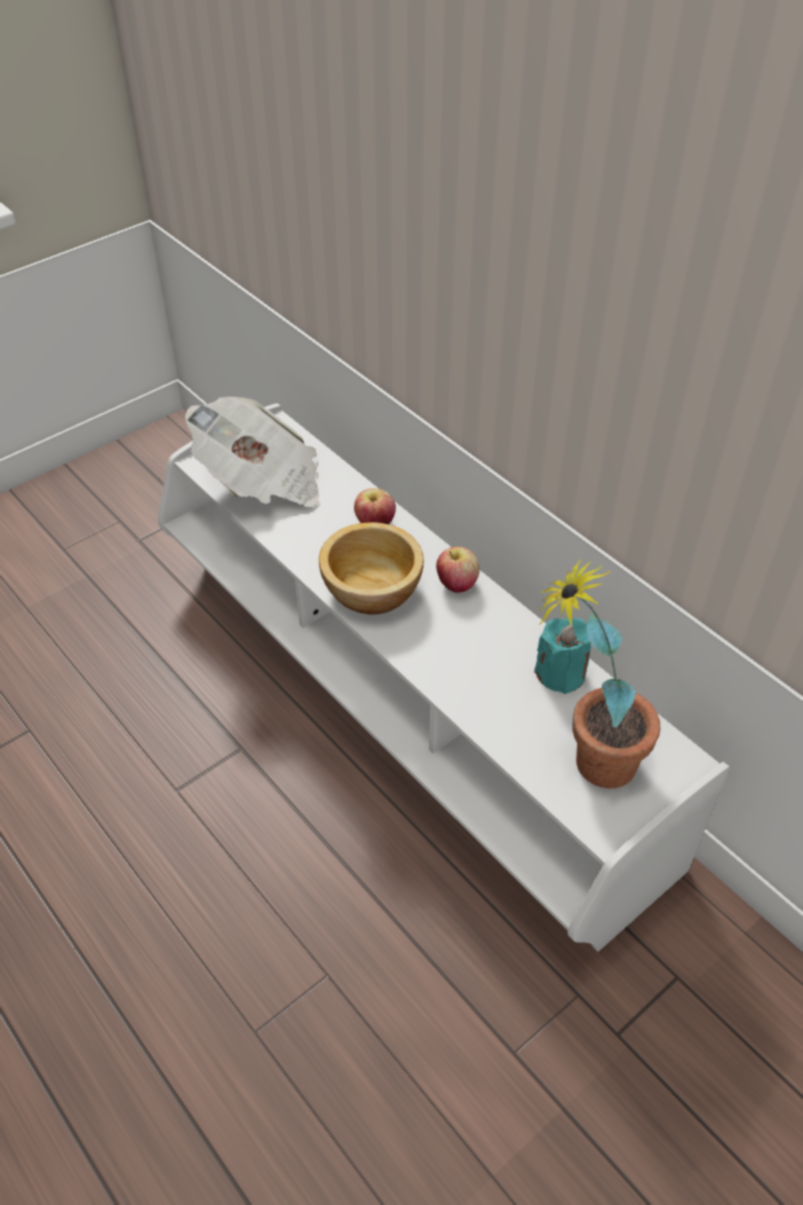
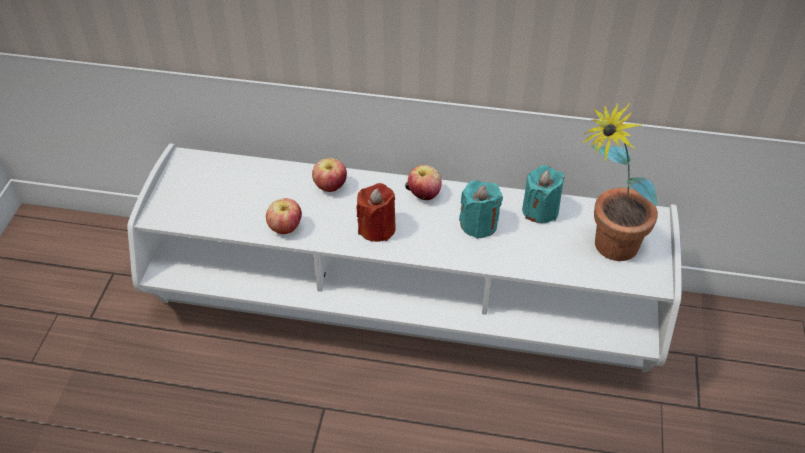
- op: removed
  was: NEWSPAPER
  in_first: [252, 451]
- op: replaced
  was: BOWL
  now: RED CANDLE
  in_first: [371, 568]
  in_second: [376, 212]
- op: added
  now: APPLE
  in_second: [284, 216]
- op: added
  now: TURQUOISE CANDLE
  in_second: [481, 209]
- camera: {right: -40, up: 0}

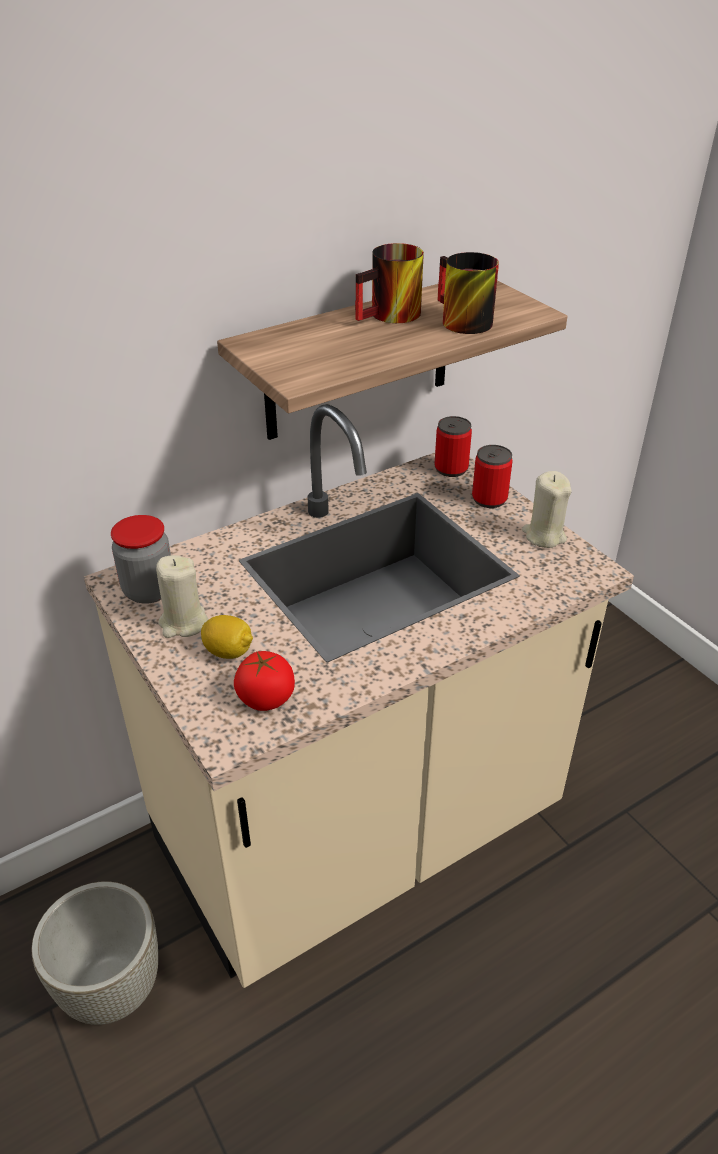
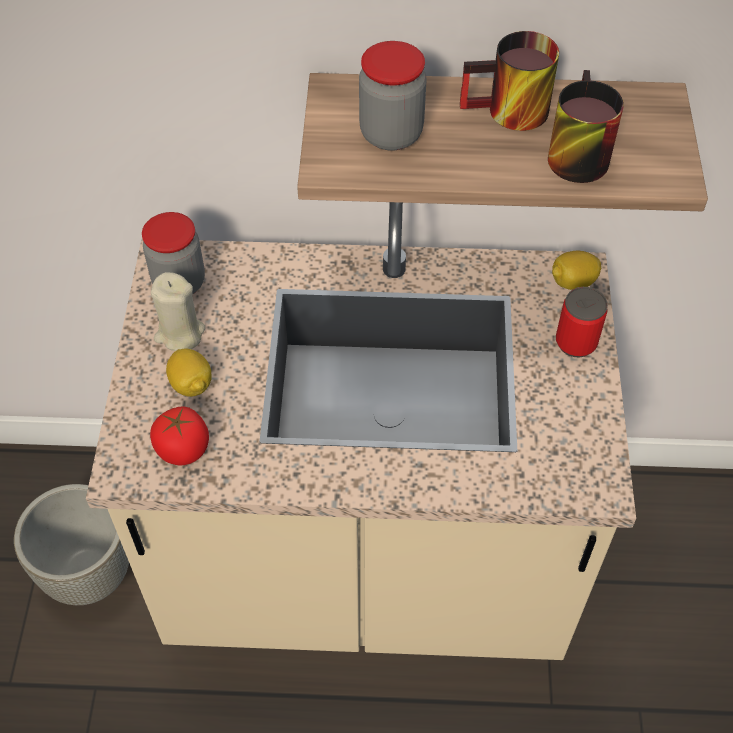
- op: replaced
  was: CAN
  now: LEMON
  in_first: [453, 446]
  in_second: [576, 270]
- op: removed
  was: BEIGE CANDLE
  in_first: [546, 509]
- op: added
  now: JAR
  in_second: [393, 96]
- camera: {right: 35, up: 15}

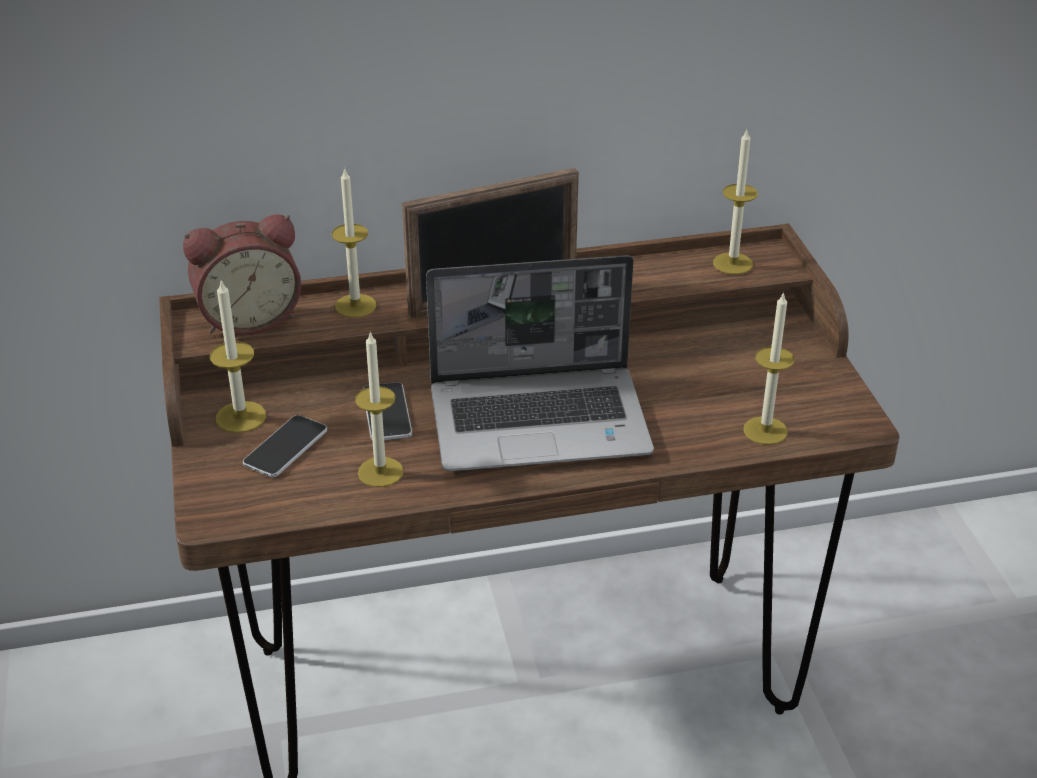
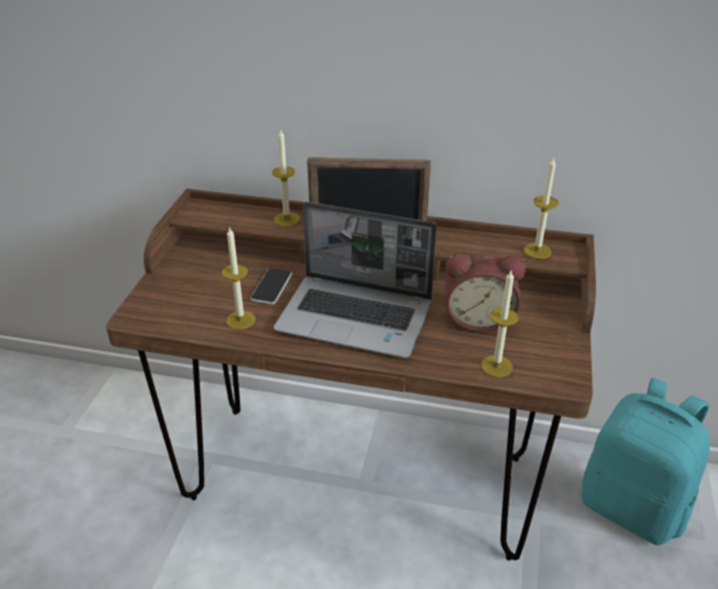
- op: moved
  was: ALARM CLOCK
  in_first: [242, 274]
  in_second: [485, 292]
- op: removed
  was: CANDLE
  in_first: [238, 356]
- op: removed
  was: PHONE
  in_first: [285, 446]
- op: added
  now: TURQUOISE BACKPACK
  in_second: [646, 461]
- camera: {right: 25, up: 0}

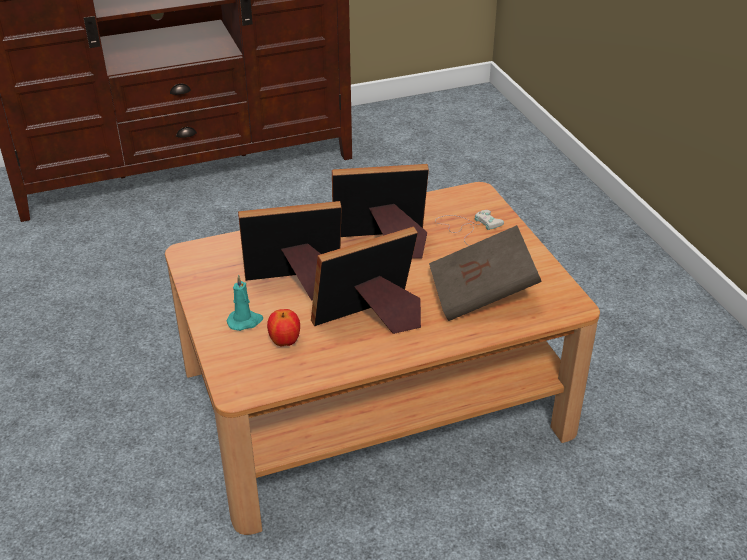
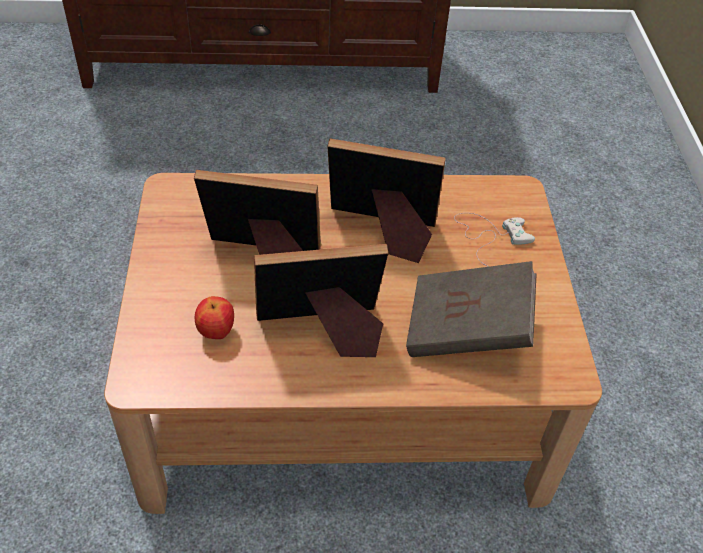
- op: removed
  was: TURQUOISE CANDLE
  in_first: [245, 303]
- camera: {right: 15, up: 10}

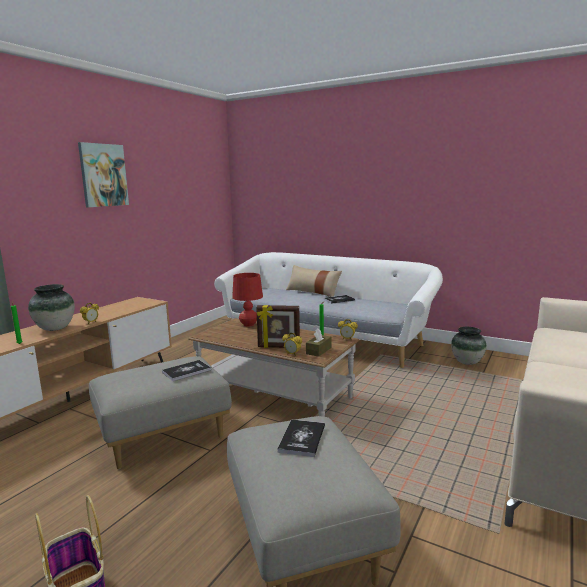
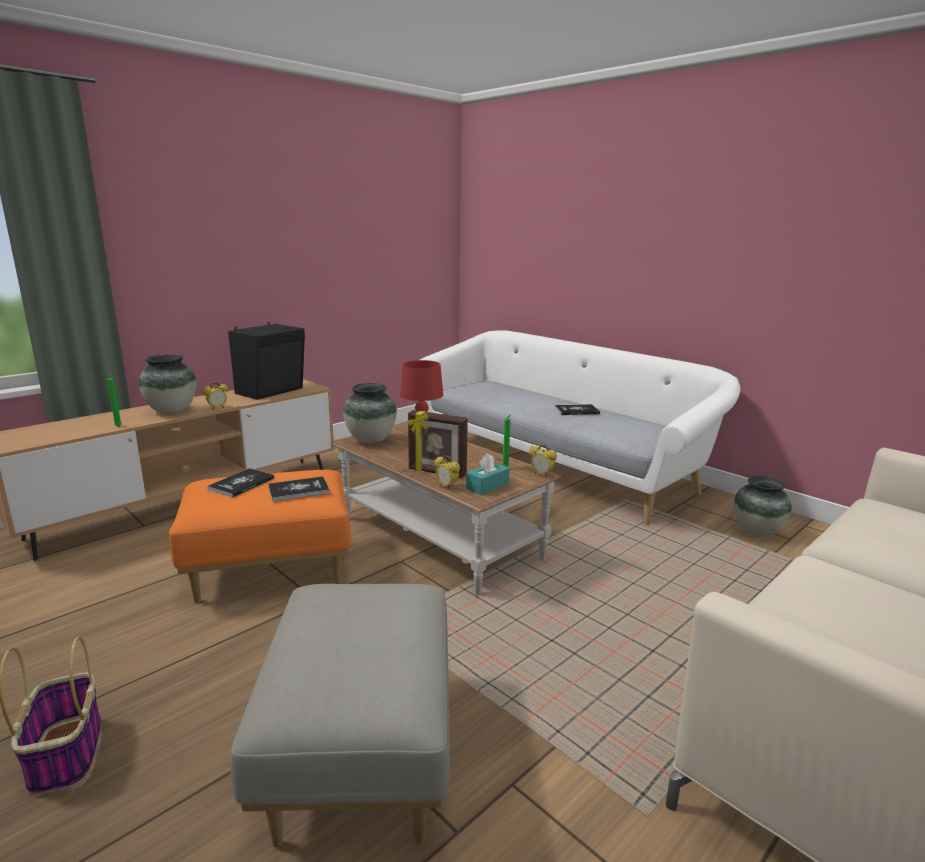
- op: removed
  was: PICTURE
  in_first: [103, 174]
- op: recoloured
  was: GREY OTTOMAN
  now: ORANGE OTTOMAN
  in_first: [160, 412]
  in_second: [260, 536]
- op: moved
  was: BOOK
  in_first: [301, 438]
  in_second: [240, 483]
- op: removed
  was: BEIGE PILLOW
  in_first: [314, 281]
- op: recoloured
  was: BROWN TISSUE BOX
  now: TURQUOISE TISSUE BOX
  in_first: [318, 342]
  in_second: [487, 474]
- op: added
  now: BLACK SPEAKER
  in_second: [266, 361]
- op: added
  now: VASE
  in_second: [370, 413]
- camera: {right: 15, up: 5}

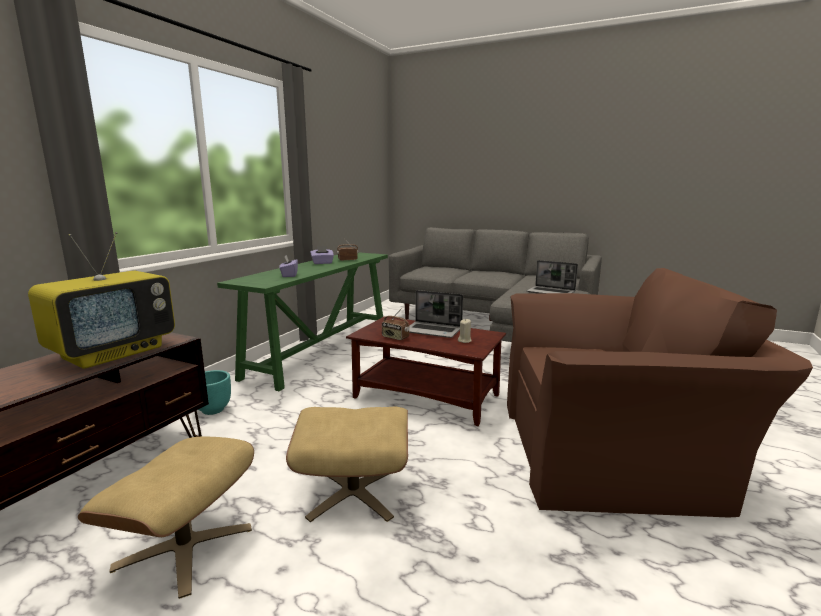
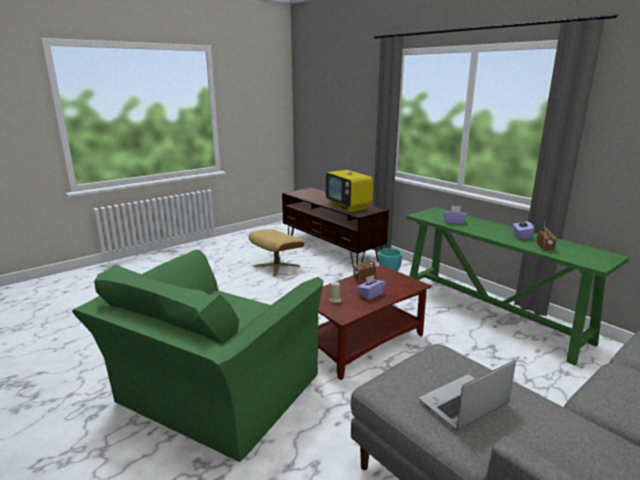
- op: removed
  was: BEIGE OTTOMAN
  in_first: [347, 464]
- op: replaced
  was: LAPTOP
  now: PURPLE TISSUE BOX
  in_first: [436, 314]
  in_second: [371, 287]
- op: recoloured
  was: BROWN ARMCHAIR
  now: GREEN ARMCHAIR
  in_first: [660, 392]
  in_second: [198, 356]
- camera: {right: 115, up: 5}

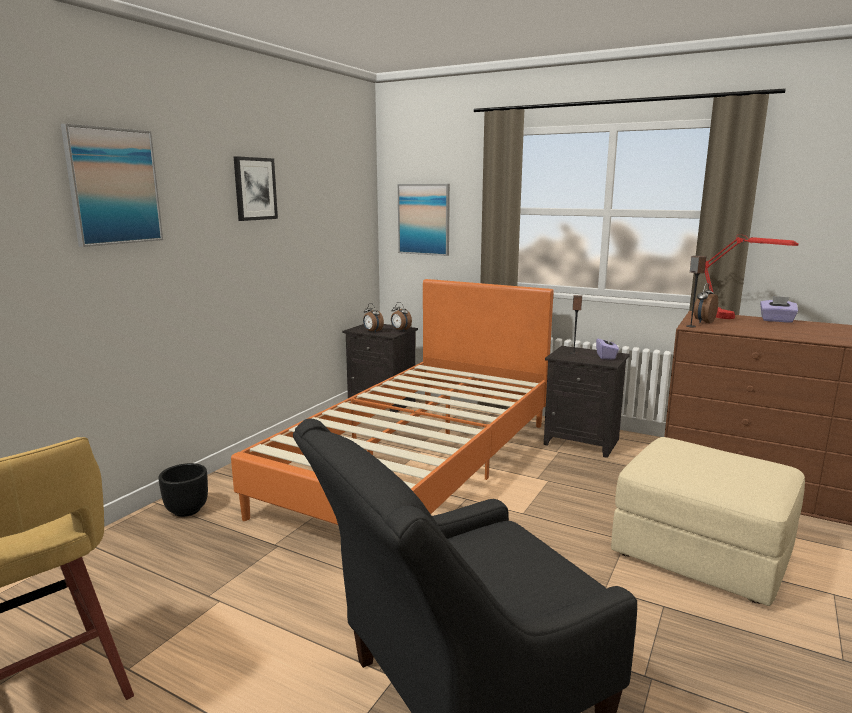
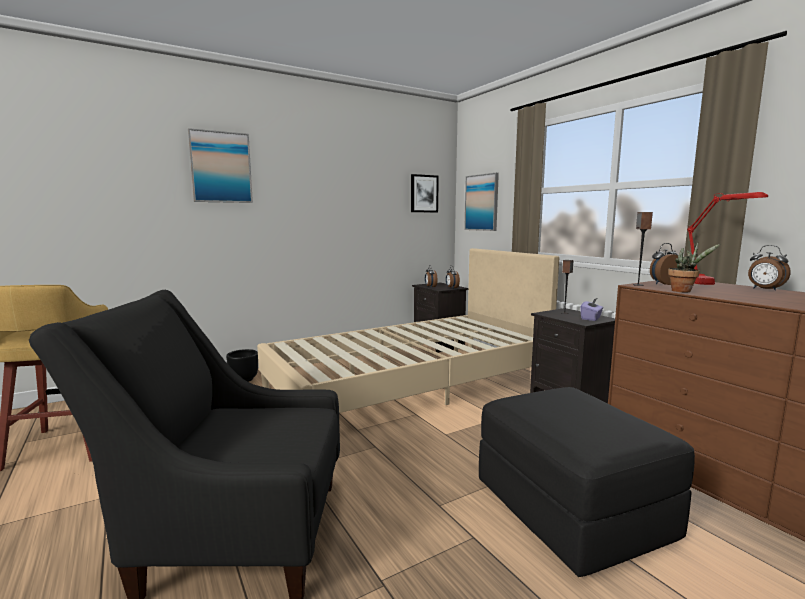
- op: recoloured
  was: ORANGE BED
  now: BEIGE BED
  in_first: [392, 402]
  in_second: [408, 330]
- op: moved
  was: PICTURE
  in_first: [256, 188]
  in_second: [425, 193]
- op: recoloured
  was: BEIGE OTTOMAN
  now: BLACK OTTOMAN
  in_first: [708, 521]
  in_second: [587, 482]
- op: replaced
  was: PURPLE TISSUE BOX
  now: ALARM CLOCK
  in_first: [779, 309]
  in_second: [769, 268]
- op: added
  now: POTTED PLANT
  in_second: [694, 267]
- camera: {right: 30, up: -5}

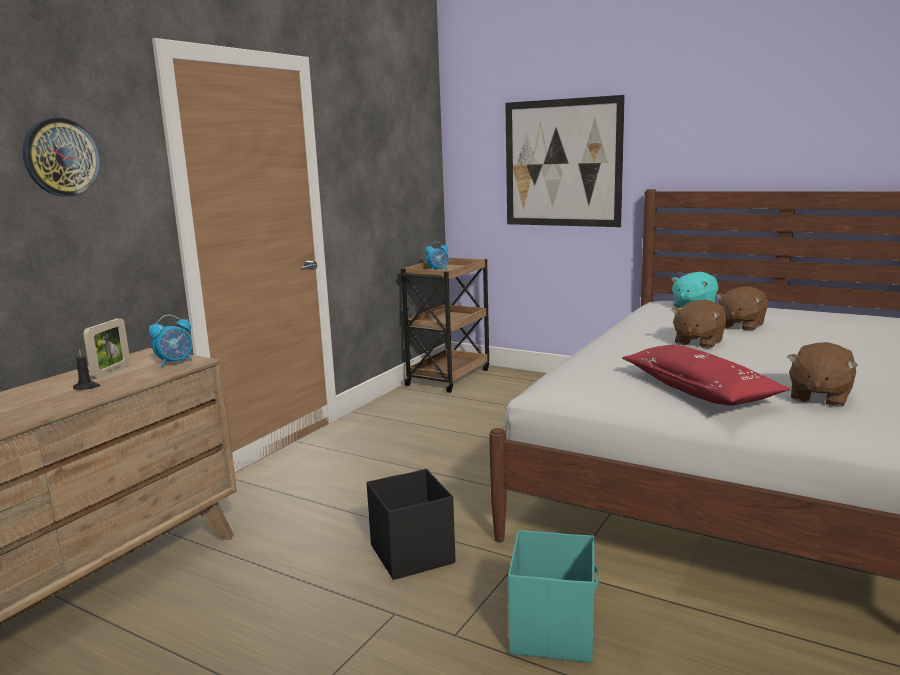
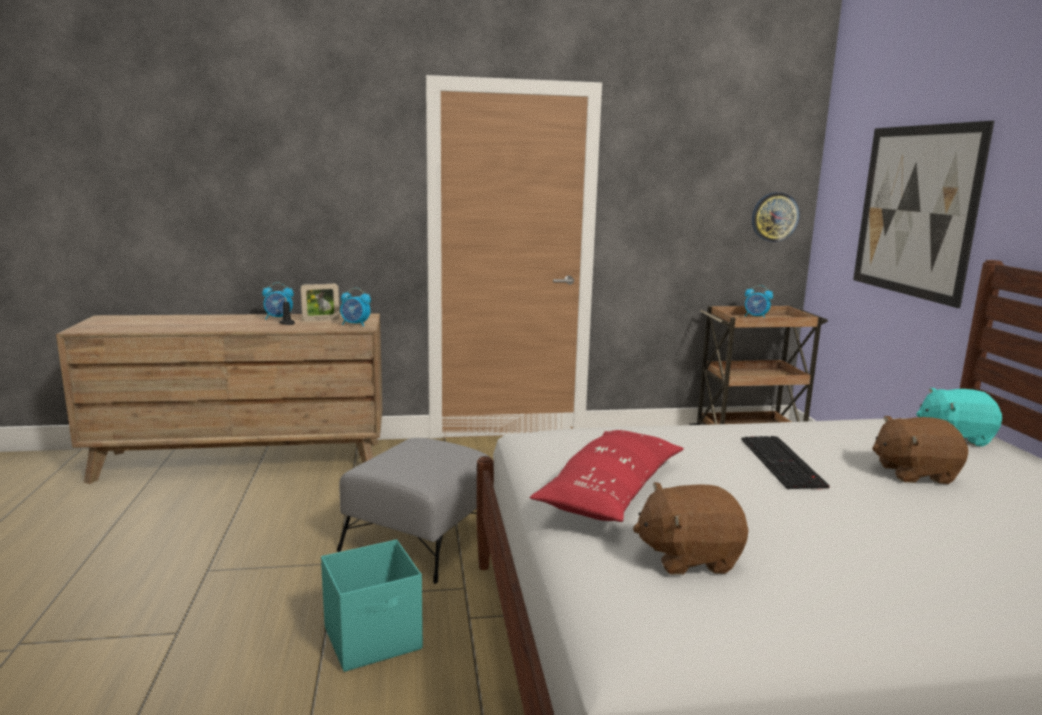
- op: moved
  was: WALL CLOCK
  in_first: [61, 157]
  in_second: [775, 217]
- op: replaced
  was: BLACK STORAGE BOX
  now: GREY OTTOMAN
  in_first: [411, 524]
  in_second: [415, 511]
- op: replaced
  was: BROWN PLUSH TOY
  now: KEYBOARD
  in_first: [699, 324]
  in_second: [785, 462]
- op: added
  now: ALARM CLOCK
  in_second: [278, 300]
- camera: {right: 50, up: 0}

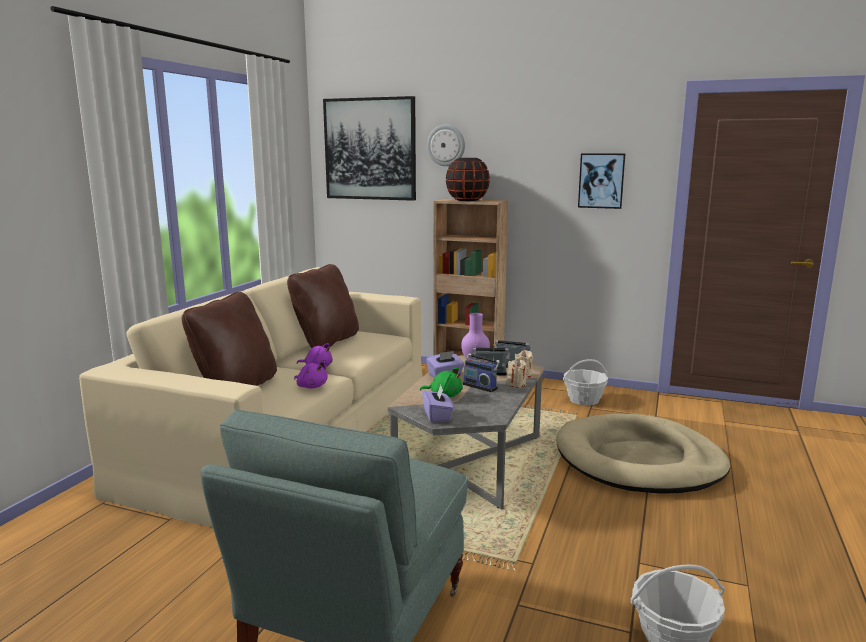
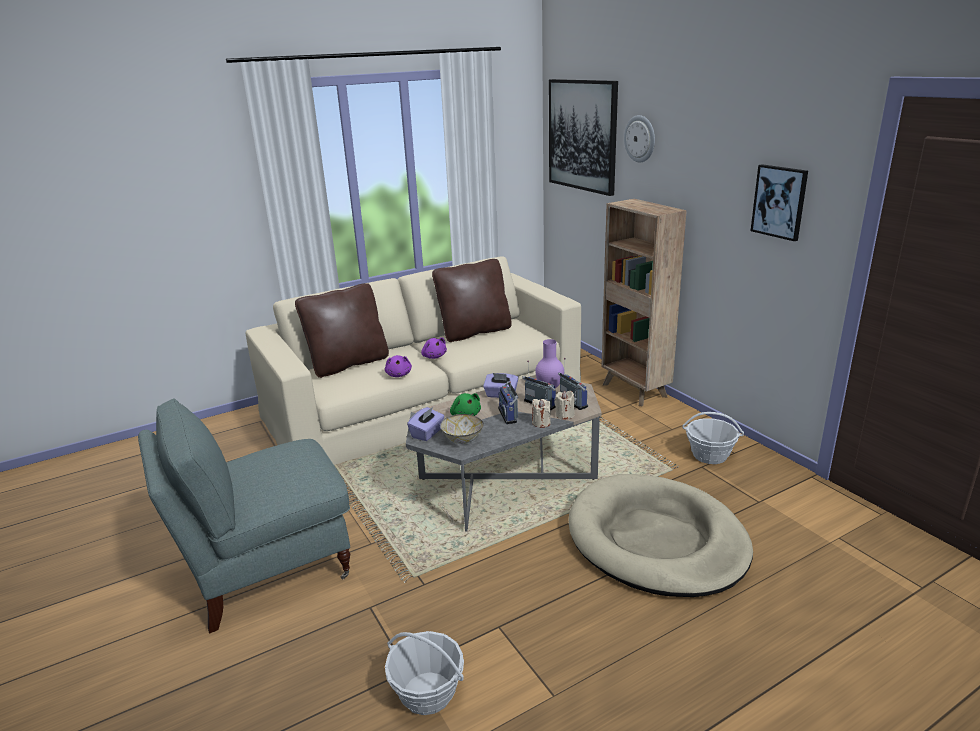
- op: removed
  was: BLACK VASE
  in_first: [468, 179]
- op: added
  now: BOWL
  in_second: [462, 429]
- camera: {right: 40, up: 10}

